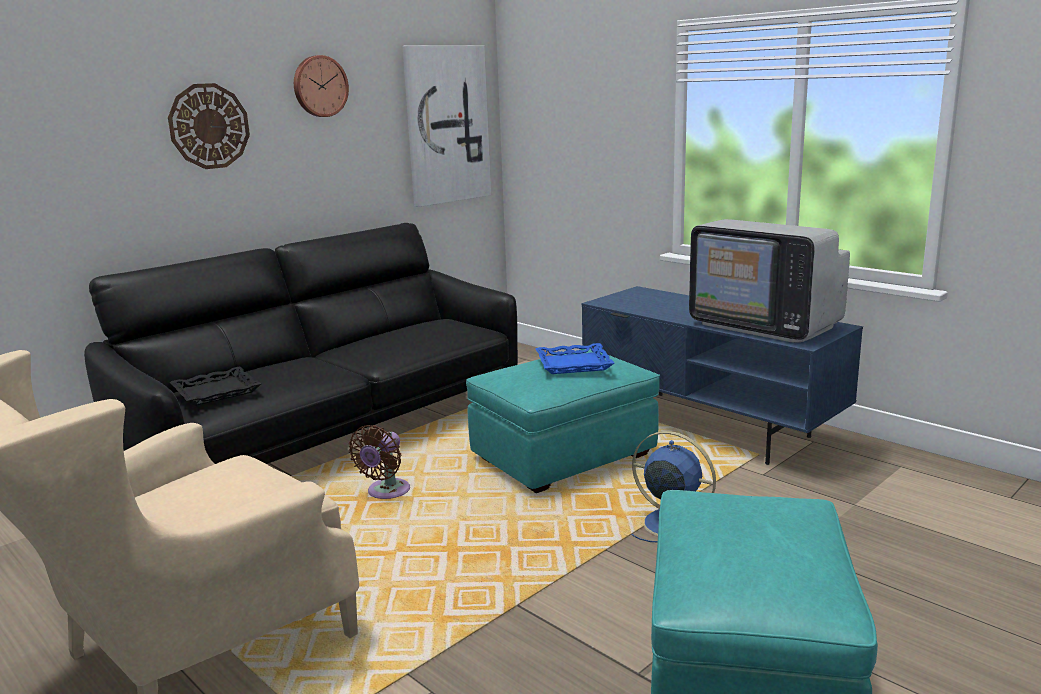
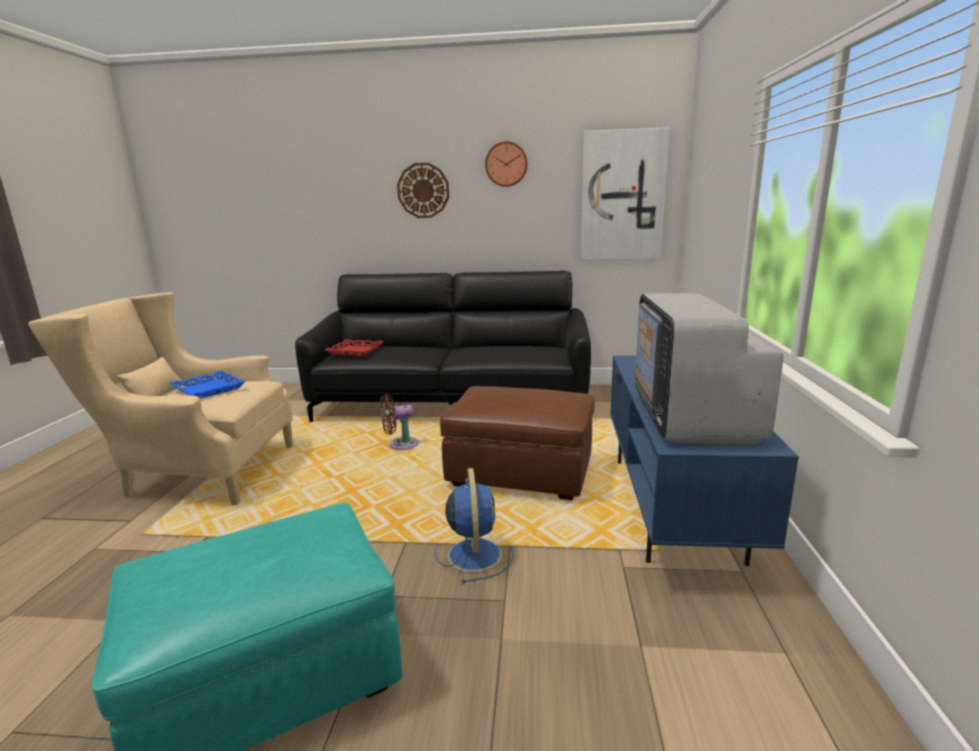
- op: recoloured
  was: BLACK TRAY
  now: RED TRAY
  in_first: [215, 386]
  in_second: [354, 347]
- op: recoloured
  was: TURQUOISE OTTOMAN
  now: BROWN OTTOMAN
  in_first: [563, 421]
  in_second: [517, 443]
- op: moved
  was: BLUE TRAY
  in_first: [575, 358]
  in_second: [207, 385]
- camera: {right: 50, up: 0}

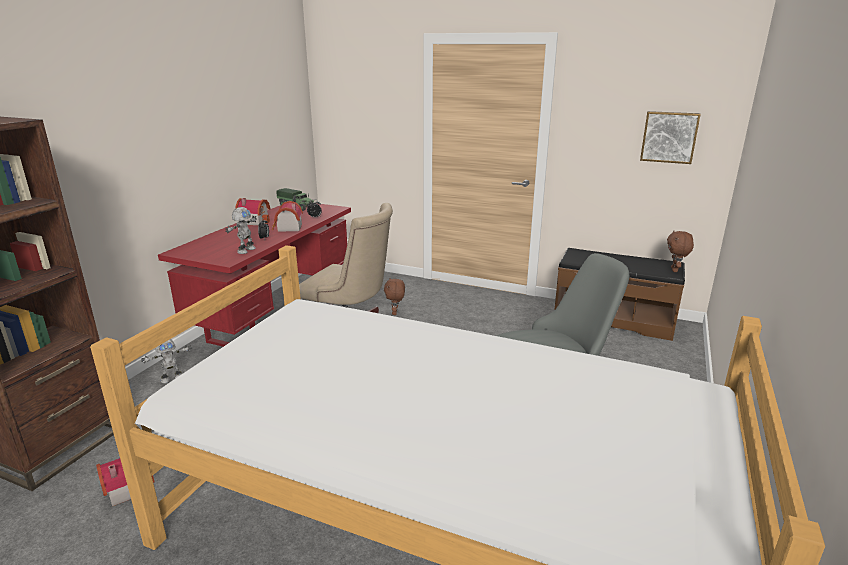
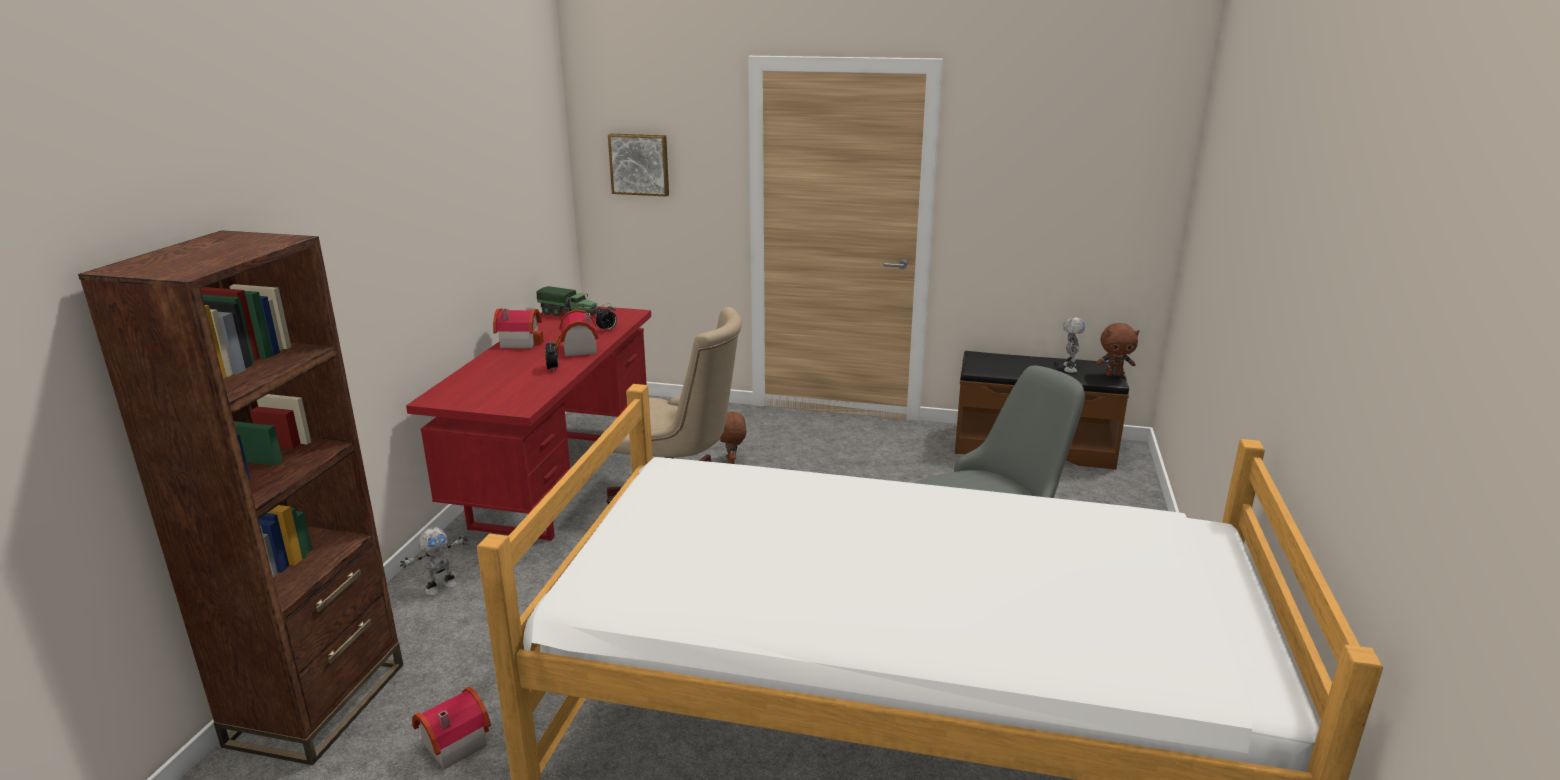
- op: moved
  was: TOY ROBOT
  in_first: [241, 230]
  in_second: [1074, 345]
- op: moved
  was: PICTURE
  in_first: [670, 137]
  in_second: [638, 165]
- op: turned
  was: BROWN PLUSH TOY
  in_first: [680, 251]
  in_second: [1118, 350]
  clockwise: -90
- camera: {right: -10, up: 0}

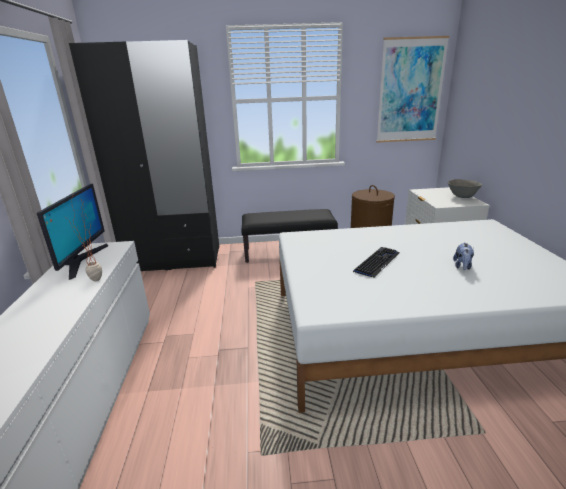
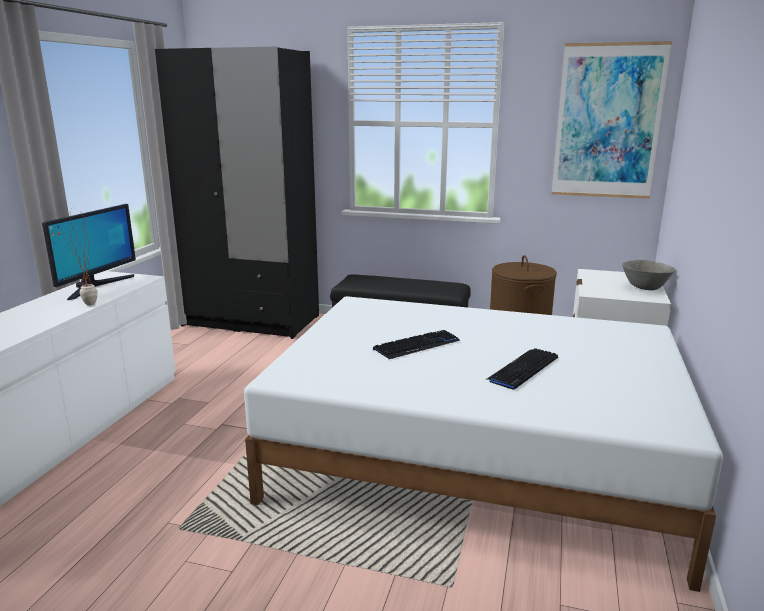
- op: replaced
  was: PLUSH TOY
  now: KEYBOARD
  in_first: [463, 256]
  in_second: [521, 369]
- camera: {right: 20, up: -5}

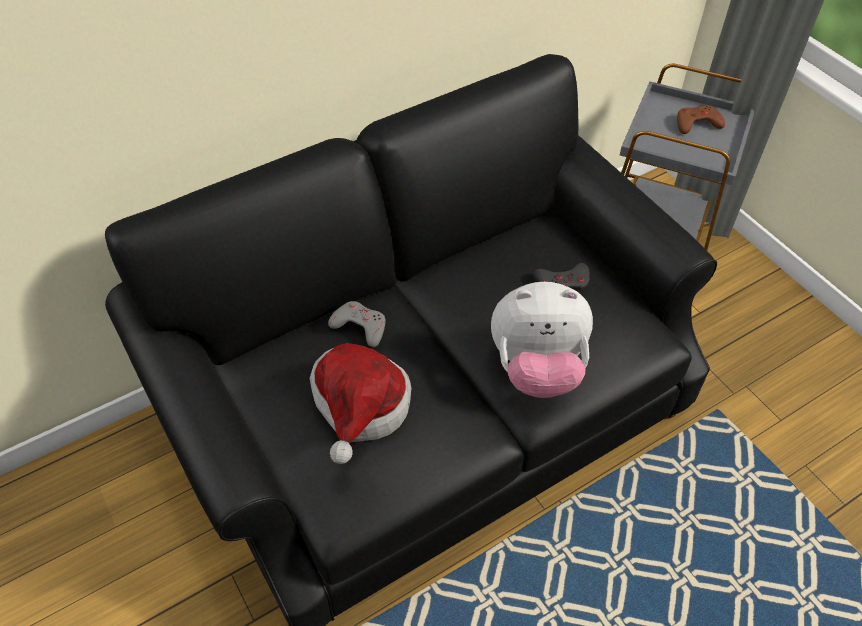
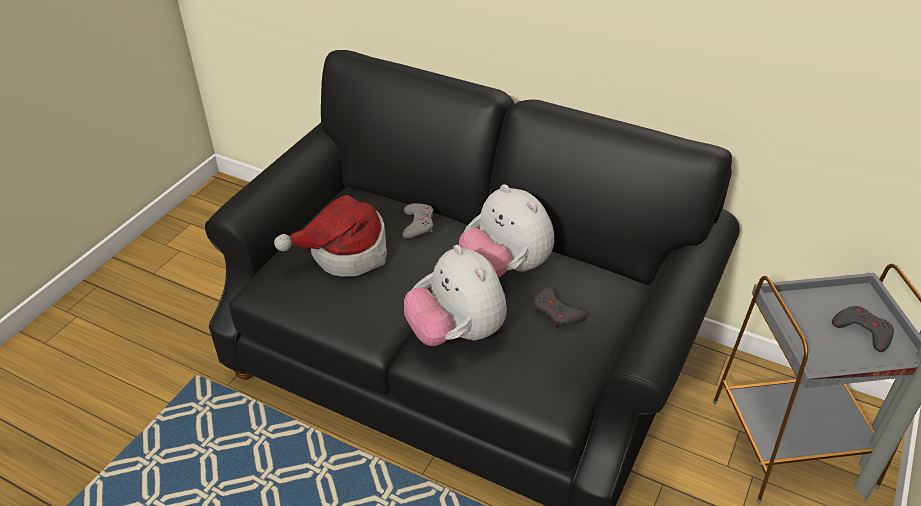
- op: recoloured
  was: BROWN GAME CONTROLLER
  now: GREY GAME CONTROLLER
  in_first: [701, 119]
  in_second: [863, 329]
- op: added
  now: PLUSH TOY
  in_second: [506, 230]
- camera: {right: 60, up: -10}

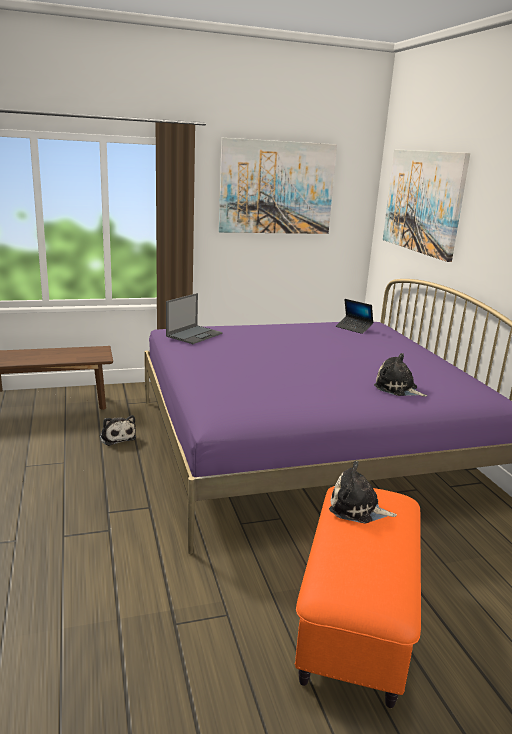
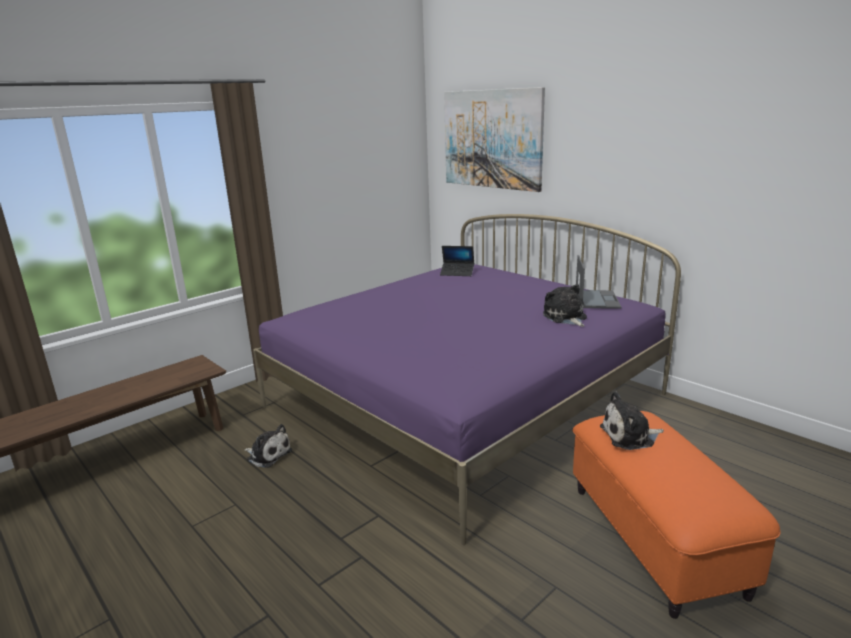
- op: moved
  was: LAPTOP
  in_first: [194, 318]
  in_second: [598, 282]
- op: removed
  was: PICTURE
  in_first: [278, 186]
- op: turned
  was: PLUSH TOY
  in_first: [400, 375]
  in_second: [565, 305]
  clockwise: 60
- camera: {right: -25, up: 0}

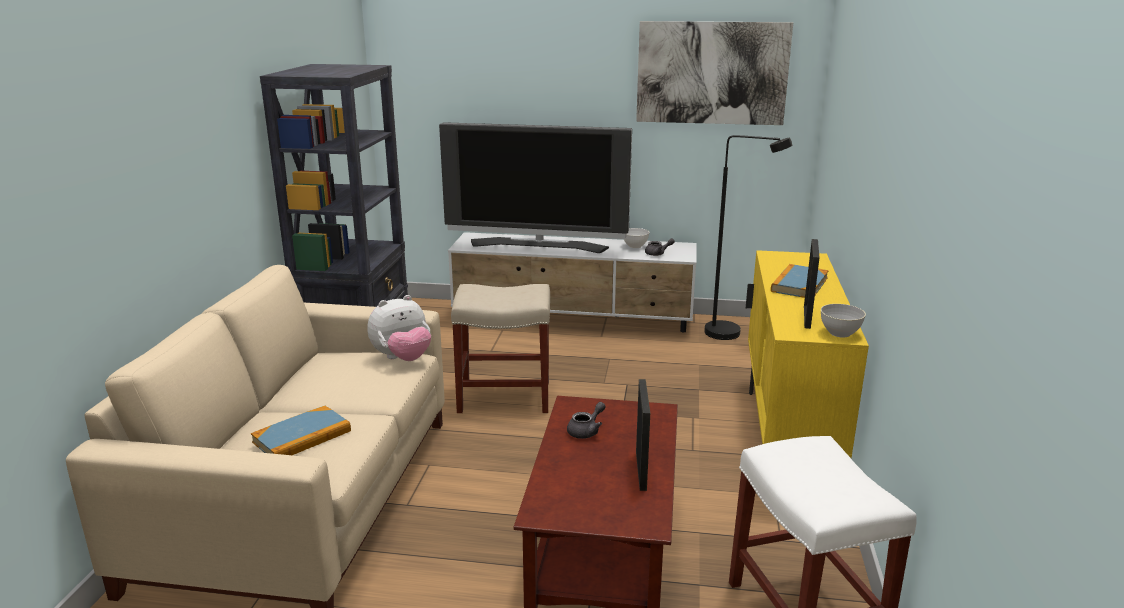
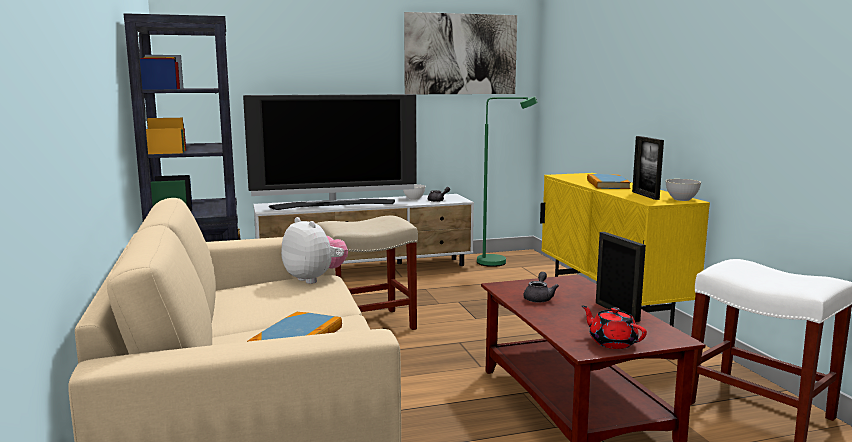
- op: turned
  was: PLUSH TOY
  in_first: [399, 328]
  in_second: [314, 250]
  clockwise: -75
- op: recoloured
  was: BLACK FLOOR LAMP
  now: GREEN FLOOR LAMP
  in_first: [748, 237]
  in_second: [507, 181]
- op: added
  now: RED TEAPOT
  in_second: [614, 327]
- camera: {right: -25, up: -10}

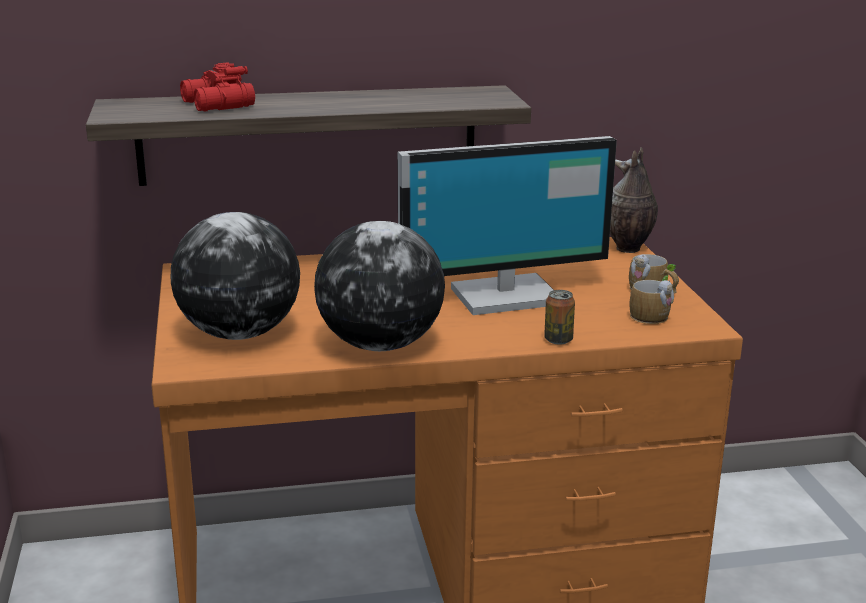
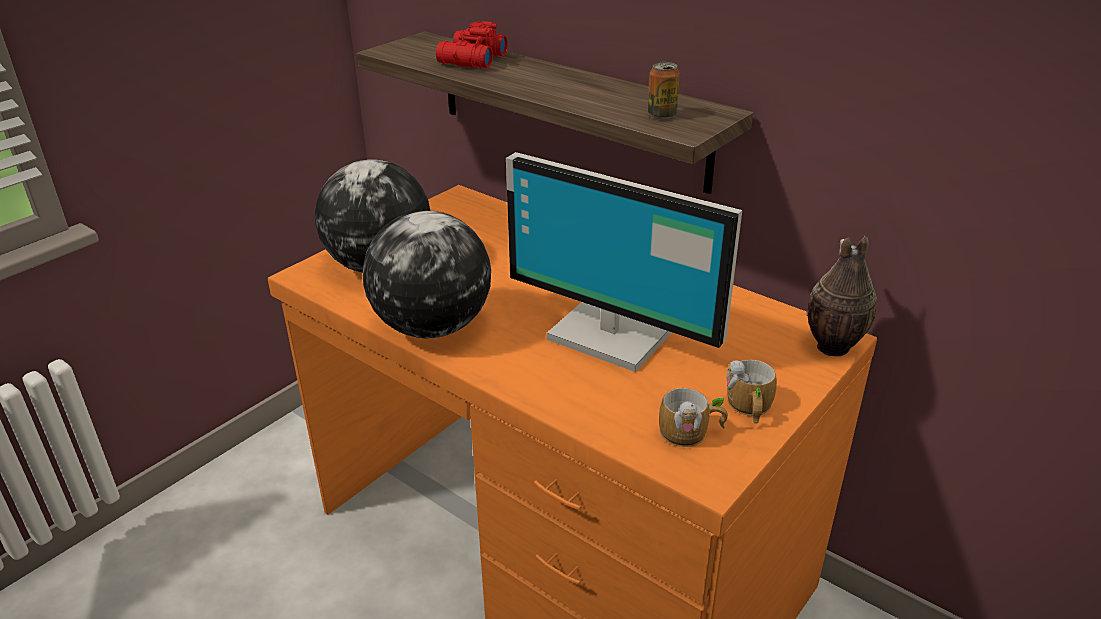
- op: moved
  was: CAN
  in_first: [559, 317]
  in_second: [664, 90]
- camera: {right: 50, up: 10}

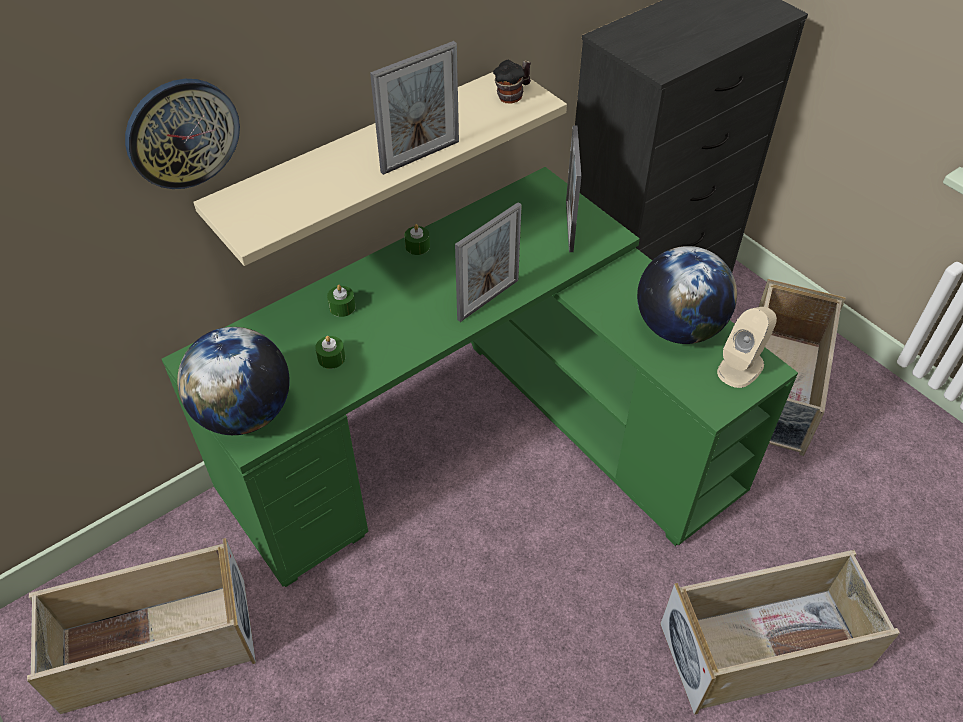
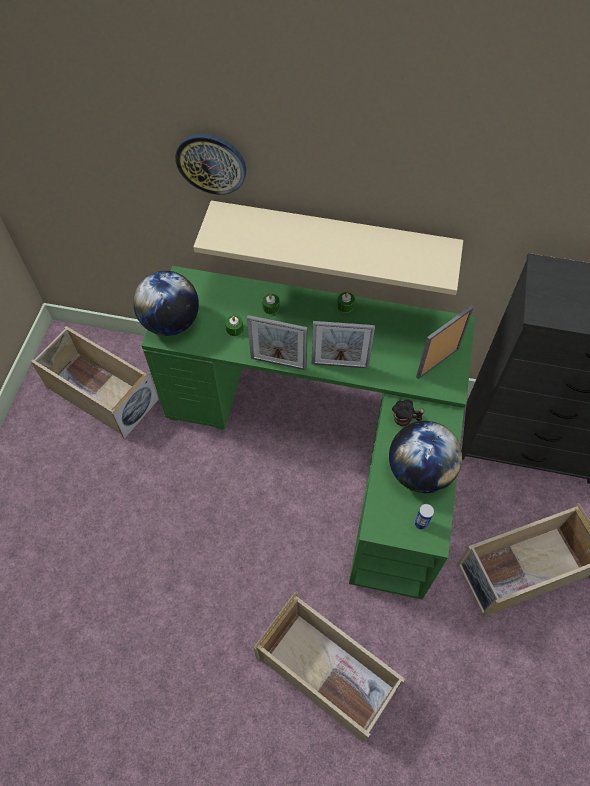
- op: moved
  was: PICTURE FRAME
  in_first: [414, 108]
  in_second: [277, 342]
- op: moved
  was: MUG
  in_first: [512, 82]
  in_second: [408, 413]
- op: replaced
  was: BEIGE SPEAKER
  now: CAN
  in_first: [747, 347]
  in_second: [424, 517]
- camera: {right: 50, up: 10}

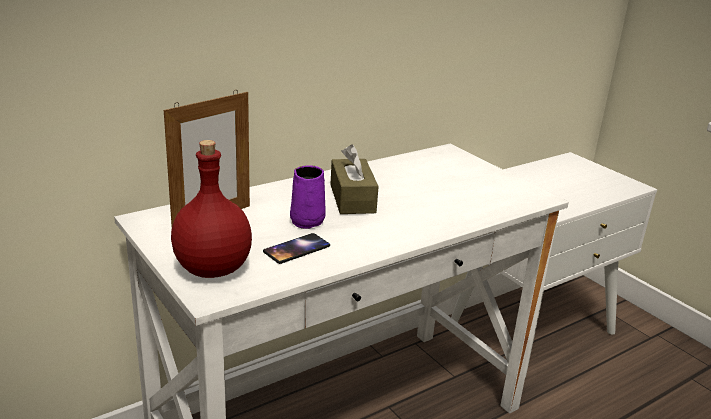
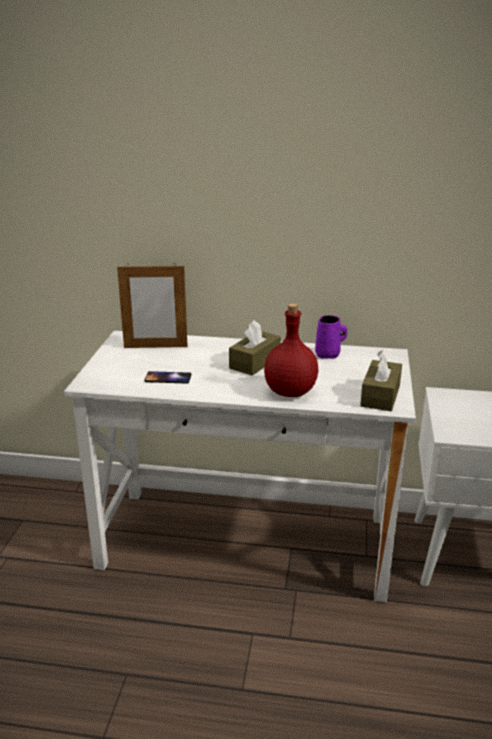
- op: moved
  was: RED BOTTLE
  in_first: [211, 209]
  in_second: [291, 350]
- op: moved
  was: PURPLE MUG
  in_first: [308, 197]
  in_second: [331, 337]
- op: added
  now: BROWN TISSUE BOX
  in_second: [381, 380]
- camera: {right: 45, up: 0}

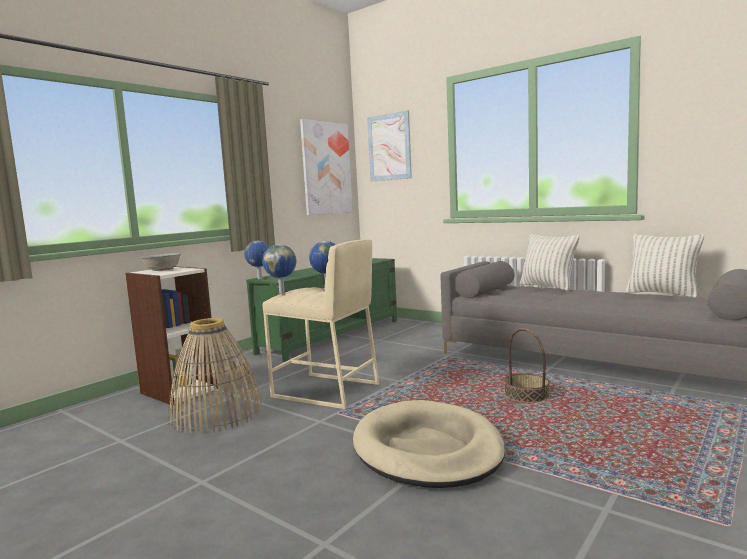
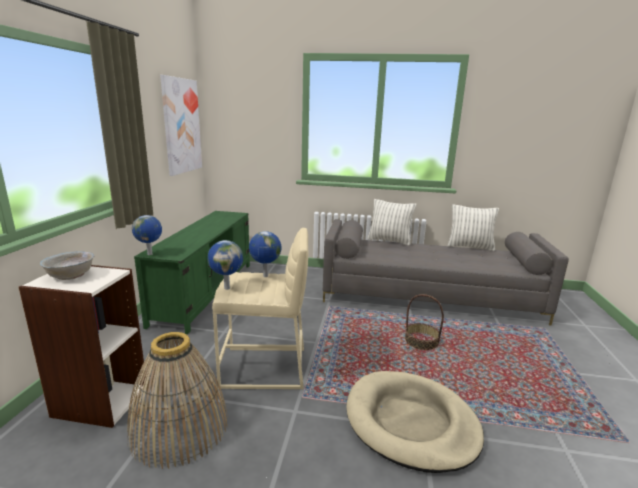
- op: removed
  was: PICTURE
  in_first: [389, 146]
- camera: {right: -30, up: 10}

